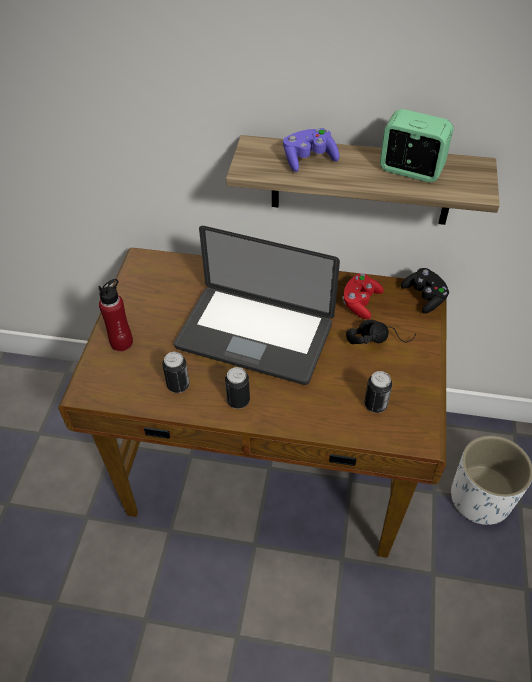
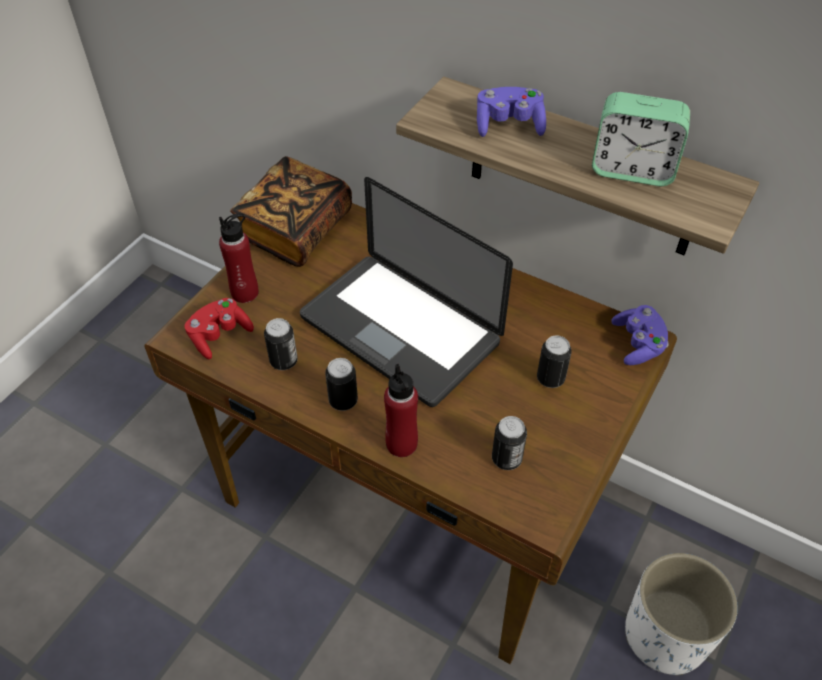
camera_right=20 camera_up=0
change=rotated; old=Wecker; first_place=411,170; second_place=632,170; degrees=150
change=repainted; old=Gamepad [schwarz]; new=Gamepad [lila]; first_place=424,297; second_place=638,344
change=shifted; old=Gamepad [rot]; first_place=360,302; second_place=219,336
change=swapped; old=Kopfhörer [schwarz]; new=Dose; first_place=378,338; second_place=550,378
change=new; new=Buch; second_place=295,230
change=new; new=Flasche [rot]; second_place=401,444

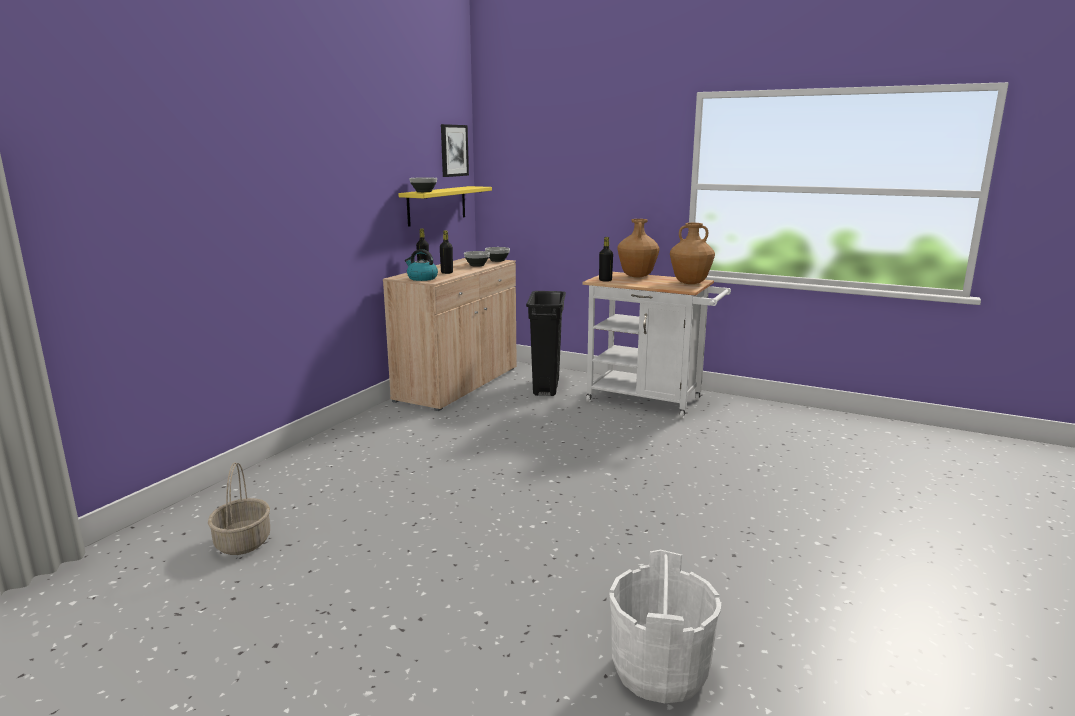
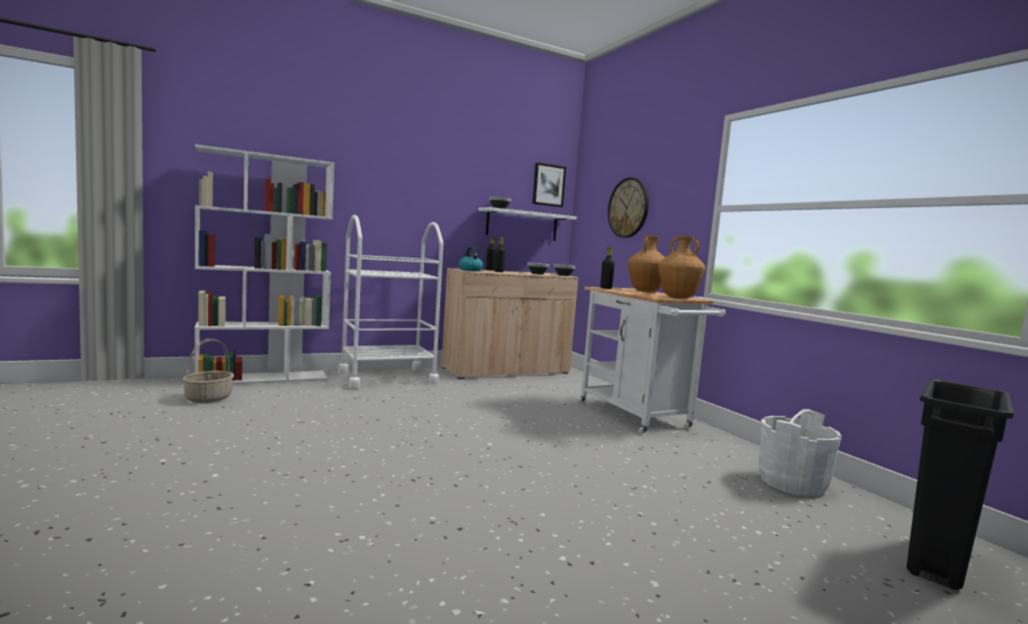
camera_right=35 camera_up=-10
change=repainted; old=Wandregal [gelb]; new=Wandregal [weiß]; first_place=437,205; second_place=522,225
change=shifted; old=Mülleimer [schwarz]; first_place=546,387; second_place=935,562
change=shifted; old=Eimer [weiß]; first_place=659,670; second_place=791,483
change=new; new=Bücherregal [weiß]; second_place=264,378
change=new; new=Wanduhr; second_place=628,208
change=new; new=Rollwagen [weiß]; second_place=387,378

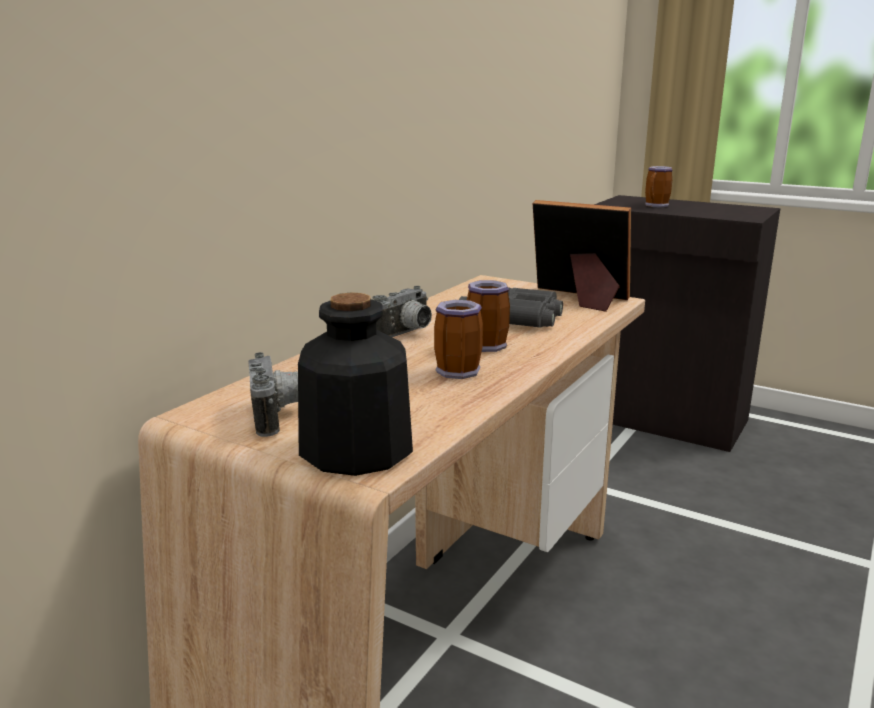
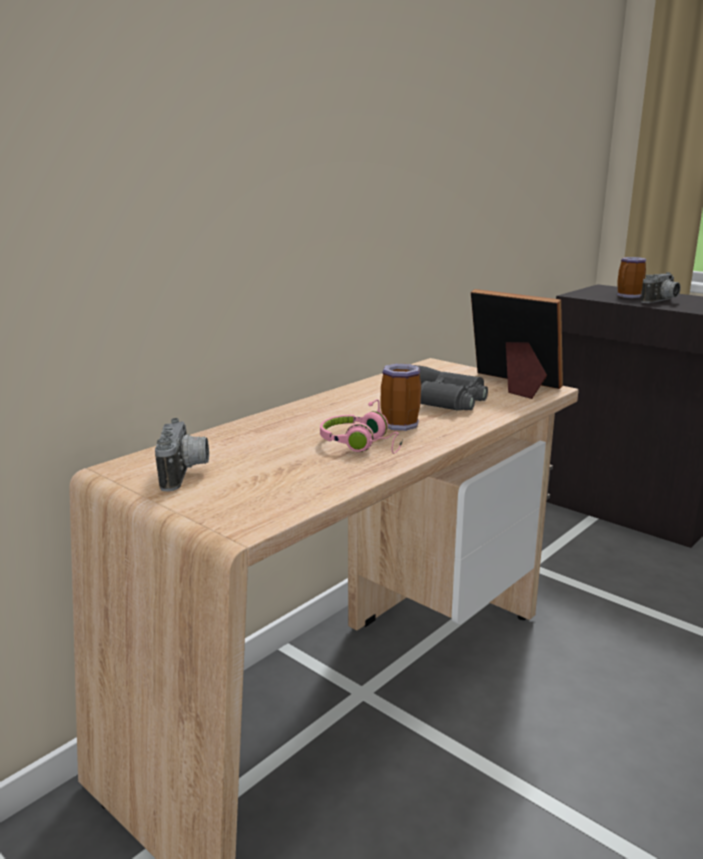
camera_right=10 camera_up=0
change=shifted; old=Kamera; first_place=406,334; second_place=661,301
change=gone; old=Flasche; first_place=356,450
change=swapped; old=Henkelbecher; new=Kopfhörer [rosa]; first_place=459,370; second_place=363,445

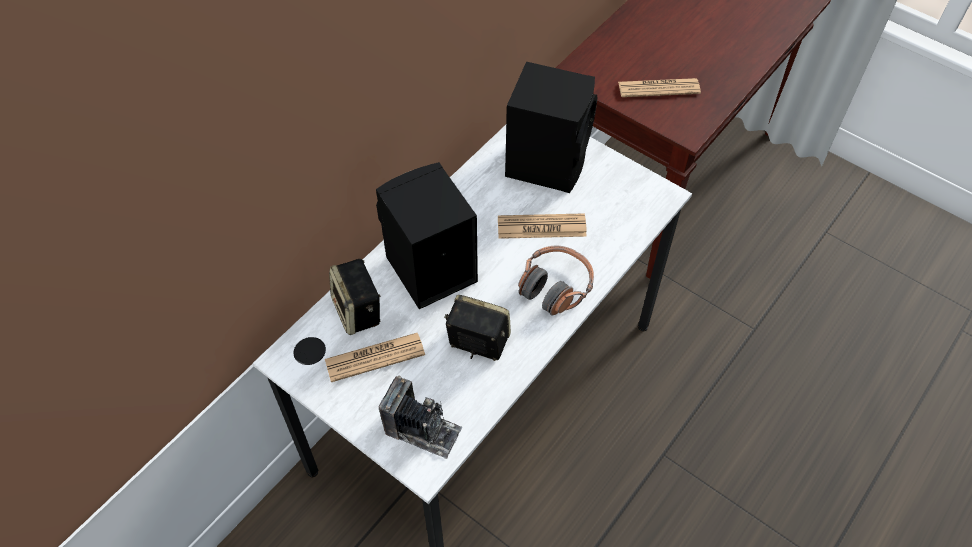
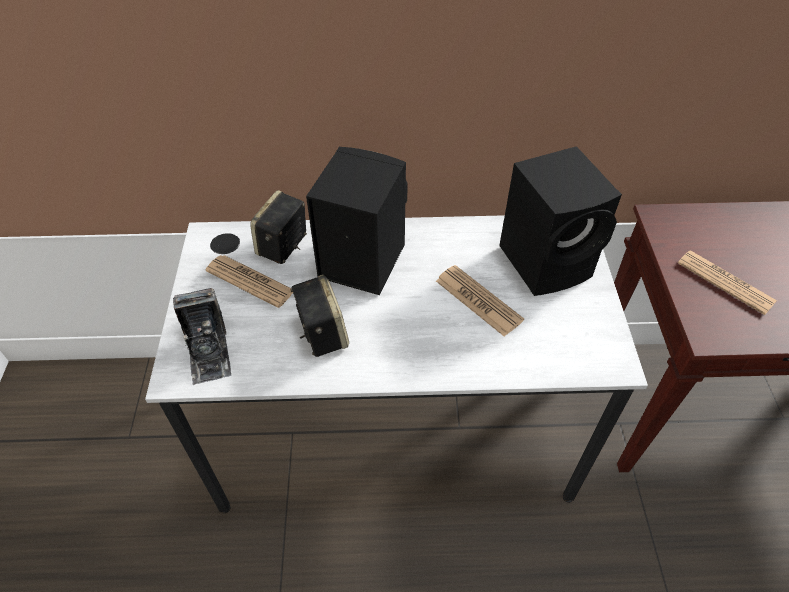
camera_right=50 camera_up=-5
change=gone; old=Kopfhörer; first_place=555,287

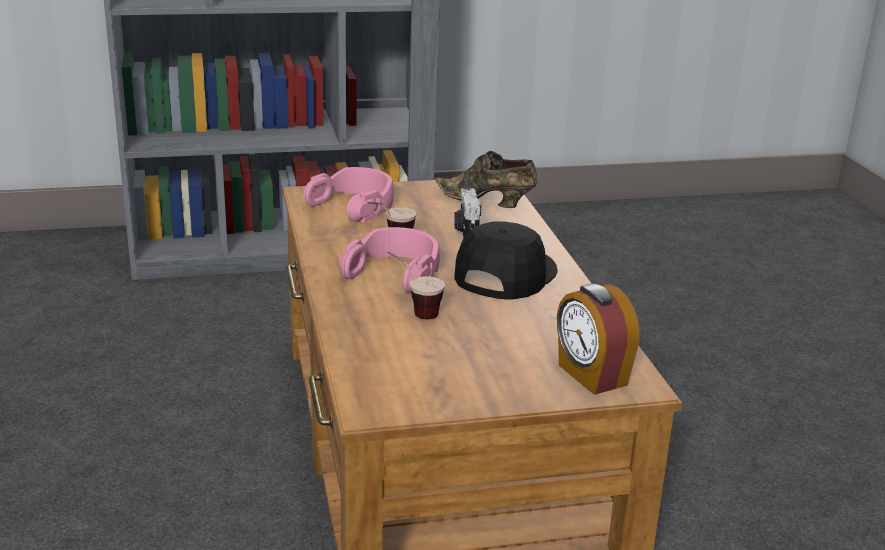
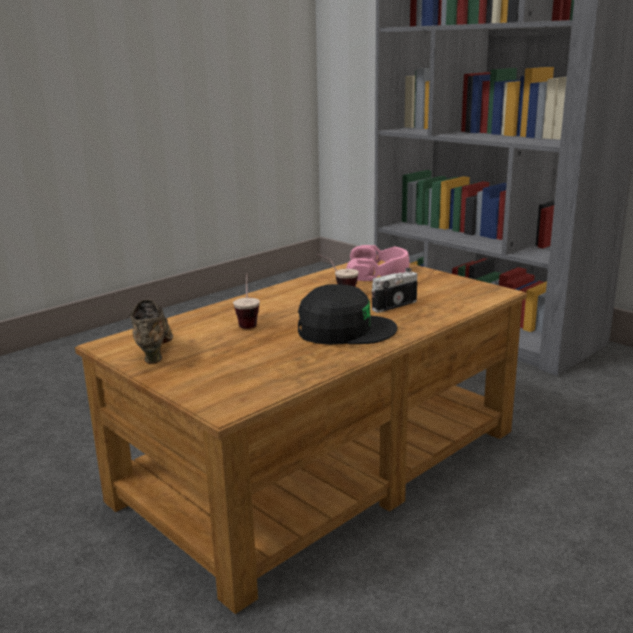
camera_right=60 camera_up=-5
change=shifted; old=Schuh [braun]; first_place=487,202; second_place=153,351
change=gone; old=Kopfhörer [rosa]; first_place=395,272
change=gone; old=Wecker; first_place=591,375

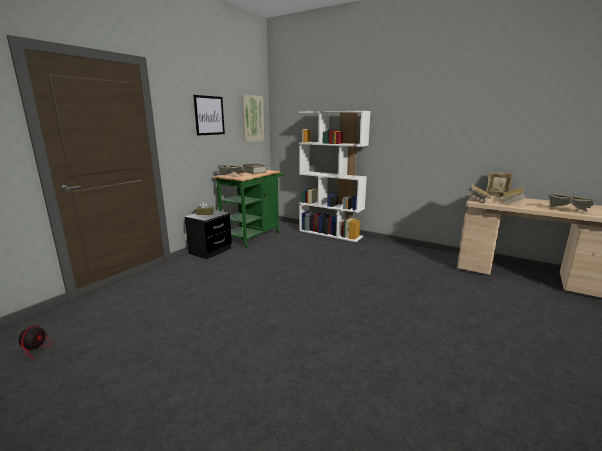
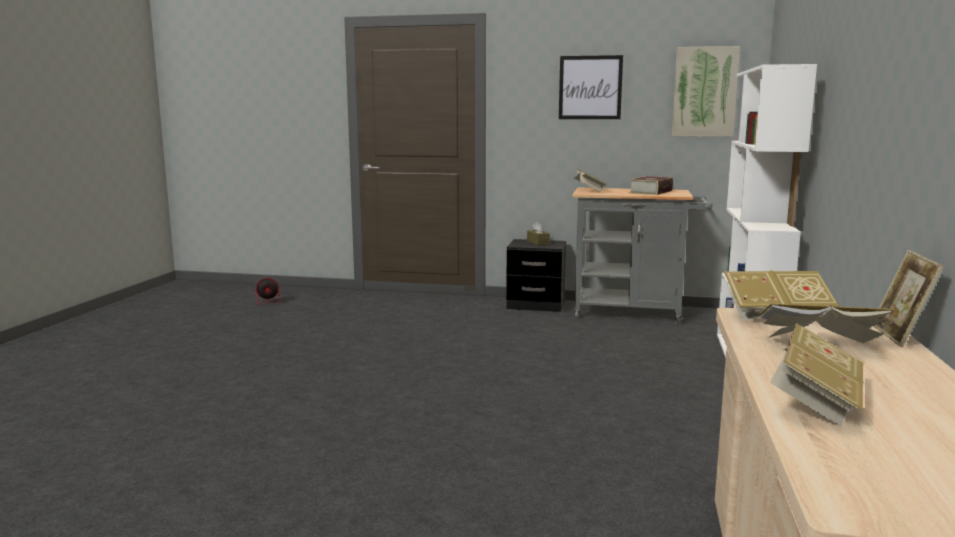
camera_right=70 camera_up=-5
change=repainted; old=Rollwagen [grün]; new=Rollwagen [grau]; first_place=253,236; second_place=634,313

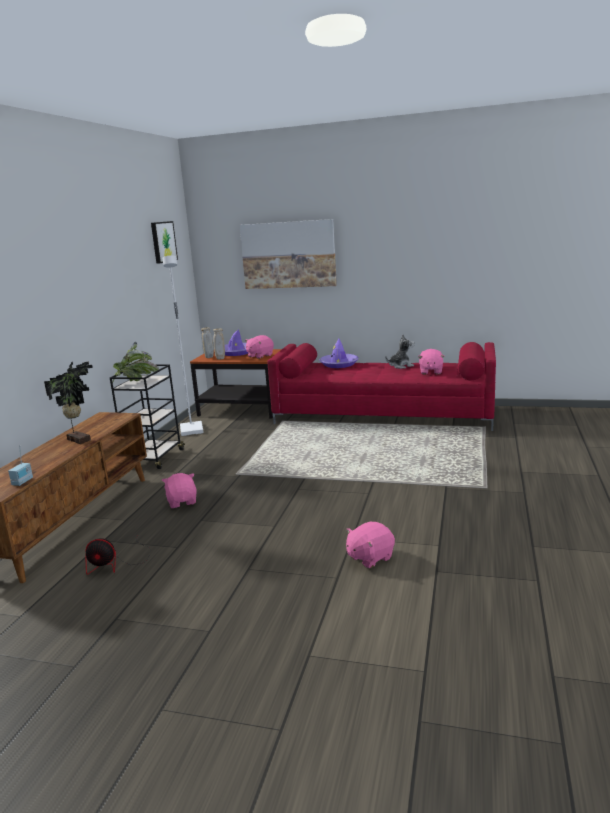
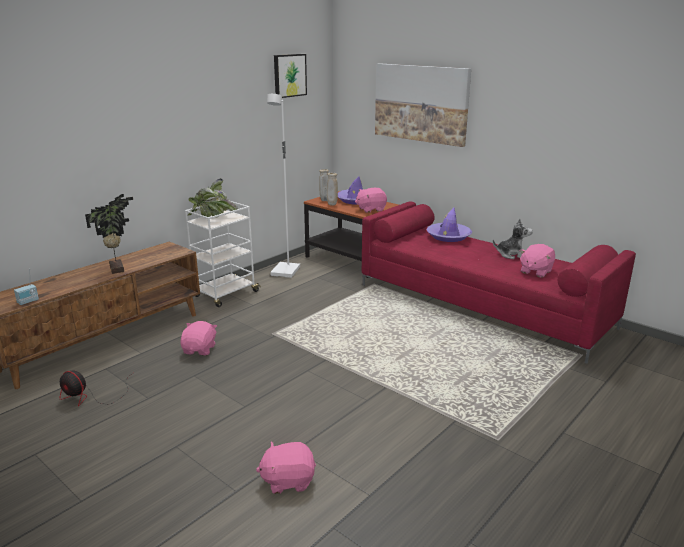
camera_right=25 camera_up=5
change=repainted; old=Rollwagen [schwarz]; new=Rollwagen [weiß]; first_place=154,459; second_place=225,294

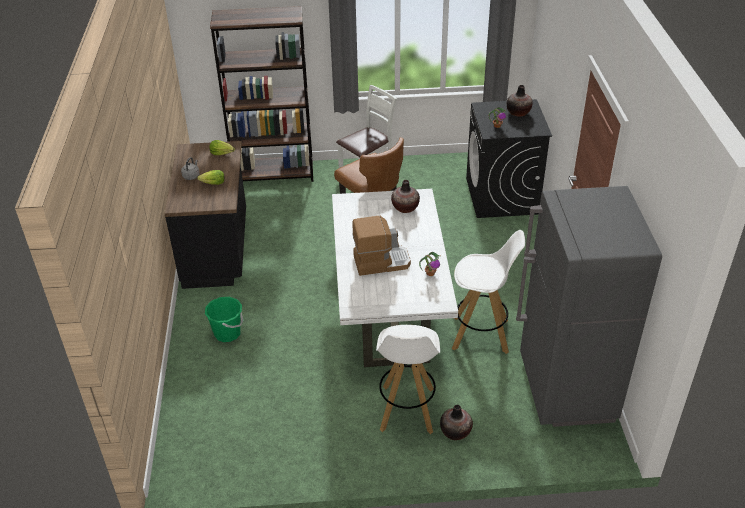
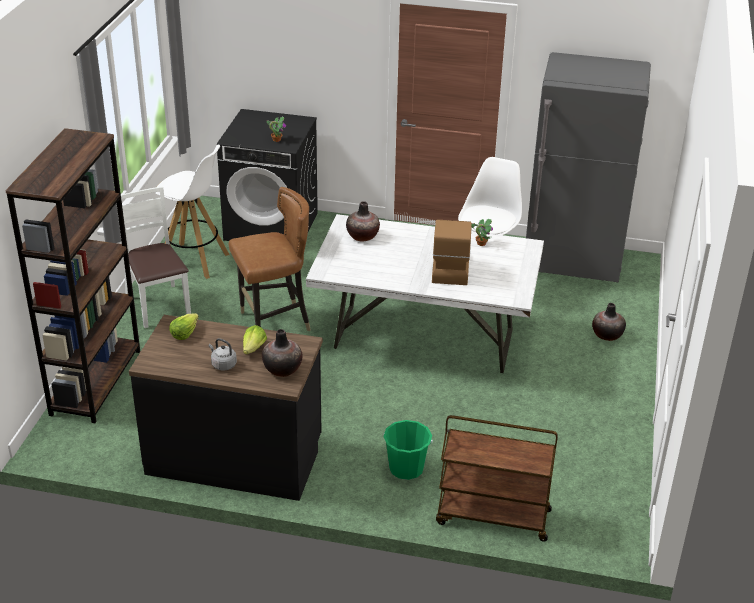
camera_right=-75 camera_up=-5
change=shifted; old=Vase; first_place=518,112; second_place=282,369
change=shifted; old=Hocker [weiß]; first_place=407,410; second_place=195,261
change=new; new=Rollwagen [braun]; second_place=492,517

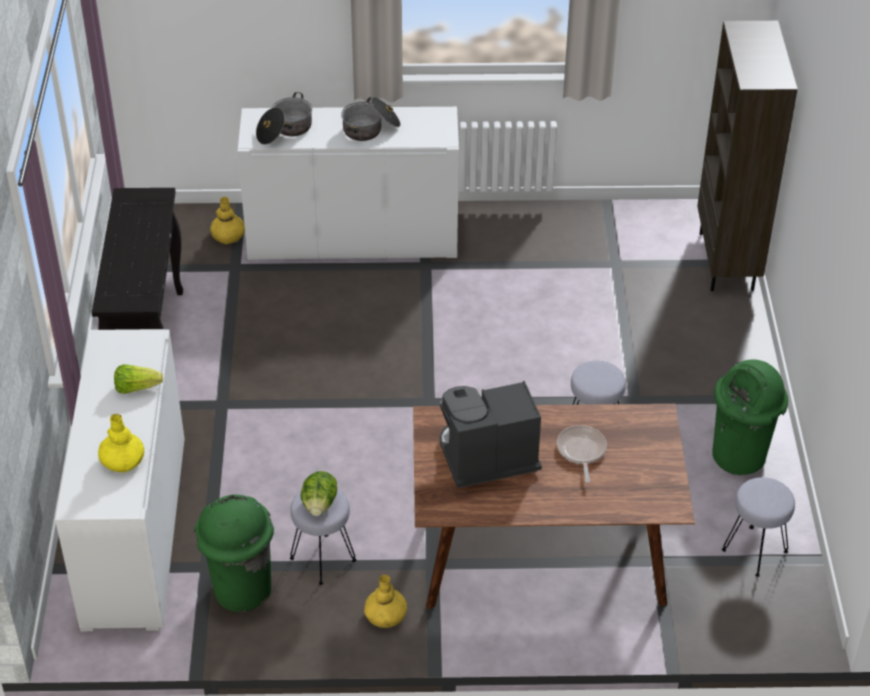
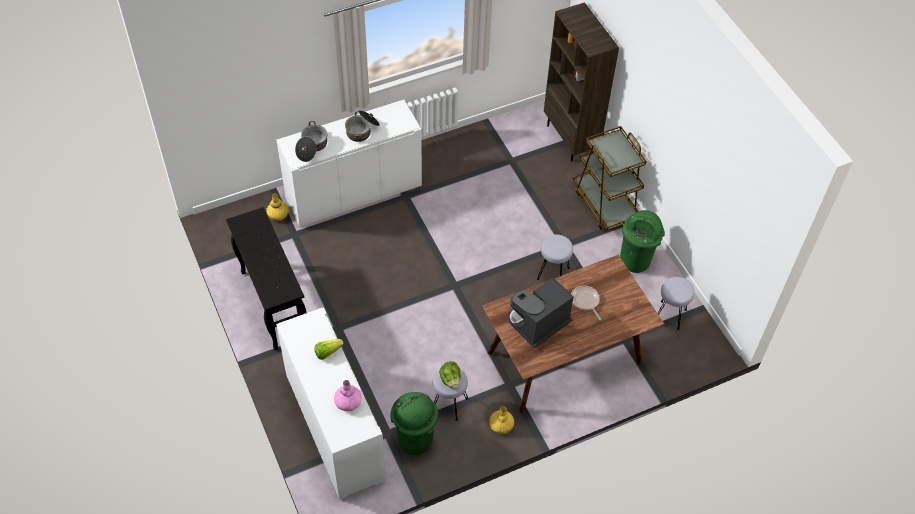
camera_right=-25 camera_up=10
change=repainted; old=Vase [gelb]; new=Vase [rosa]; first_place=123,460; second_place=348,401
change=new; new=Rollwagen [braun]; second_place=605,204

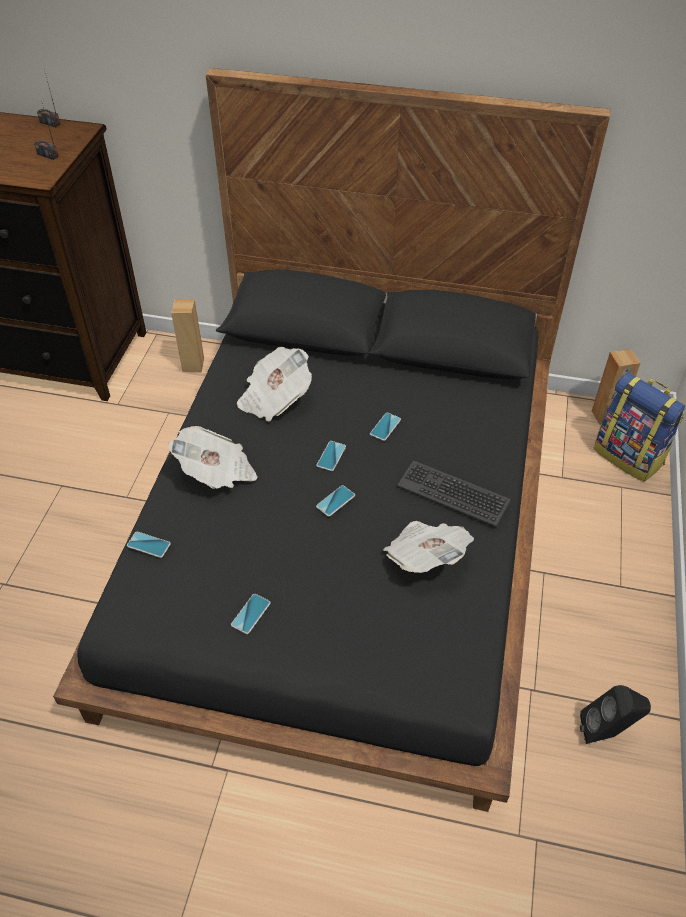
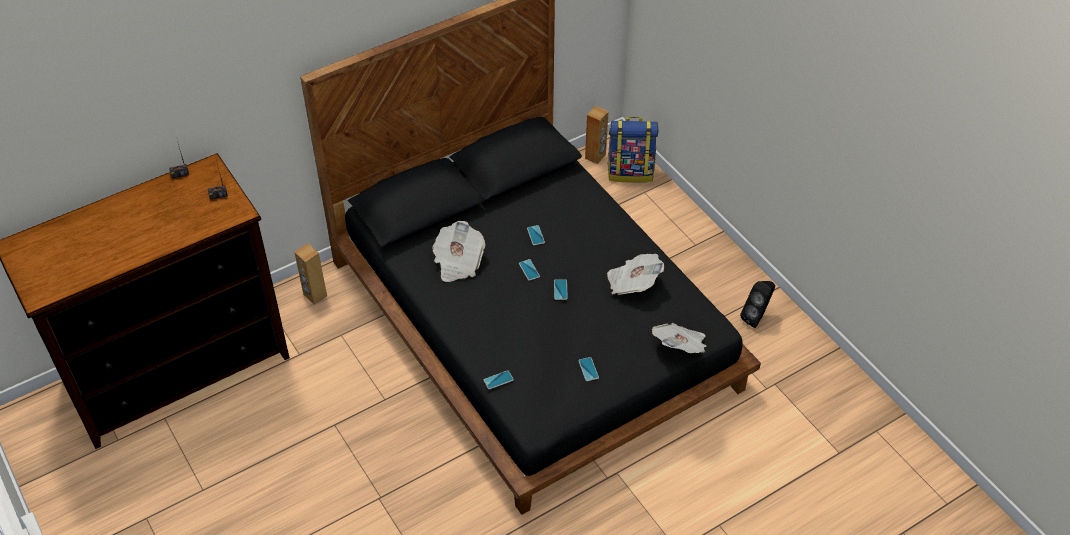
camera_right=-45 camera_up=0
change=shifted; old=Zeitung; first_place=217,473; second_place=680,347
change=gone; old=Tastatur; first_place=453,493

